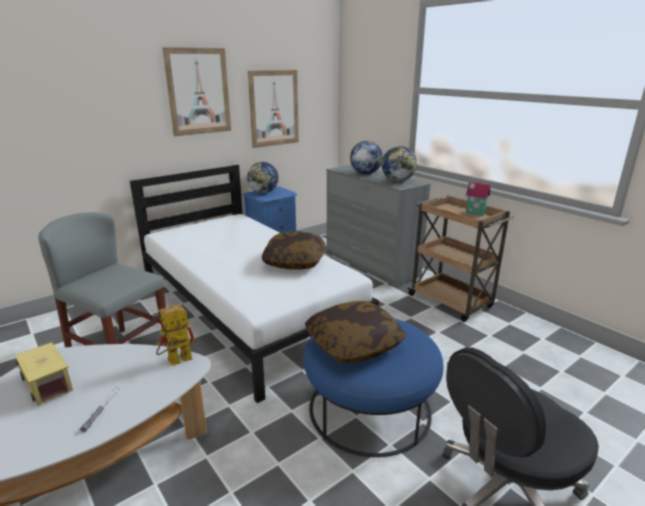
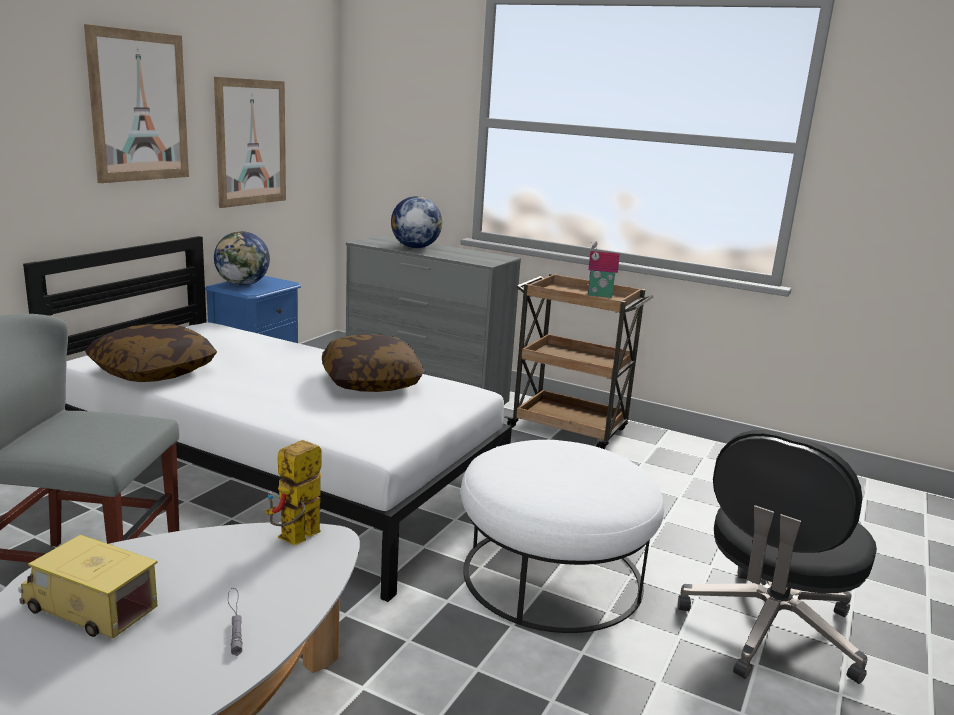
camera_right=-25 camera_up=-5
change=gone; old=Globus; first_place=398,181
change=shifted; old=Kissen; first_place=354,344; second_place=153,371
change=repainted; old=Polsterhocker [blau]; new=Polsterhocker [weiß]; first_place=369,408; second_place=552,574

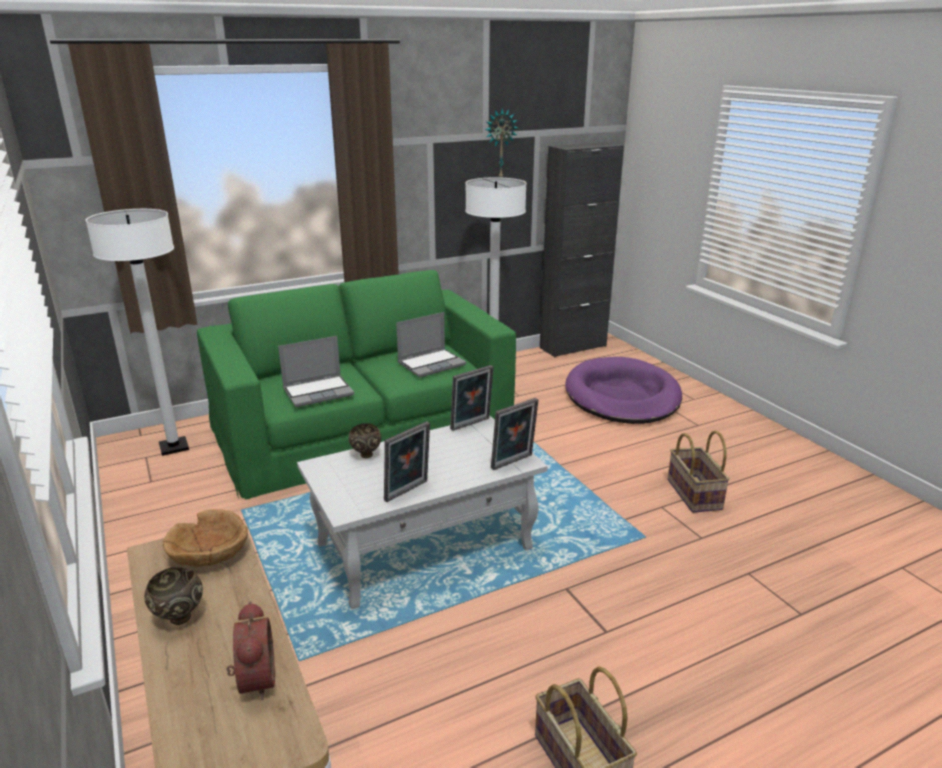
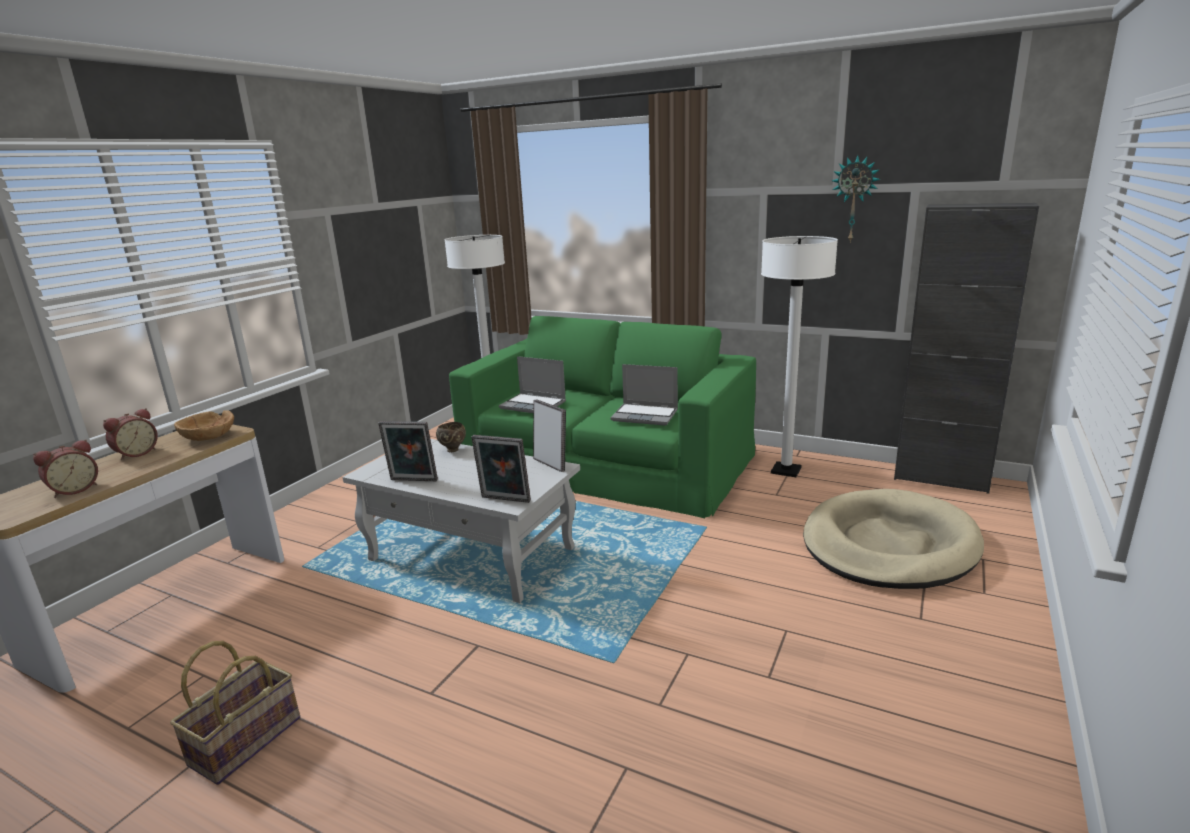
camera_right=55 camera_up=-5
change=repainted; old=Hundebett [lila]; new=Hundebett [beige]; first_place=622,396; second_place=888,545
change=rotated; old=Bilderrahmen; first_place=471,425; second_place=551,464; degrees=-150
change=gone; old=Korb; first_place=693,494
change=swapped; old=Schüssel [braun]; new=Wecker; first_place=178,618; second_place=136,453

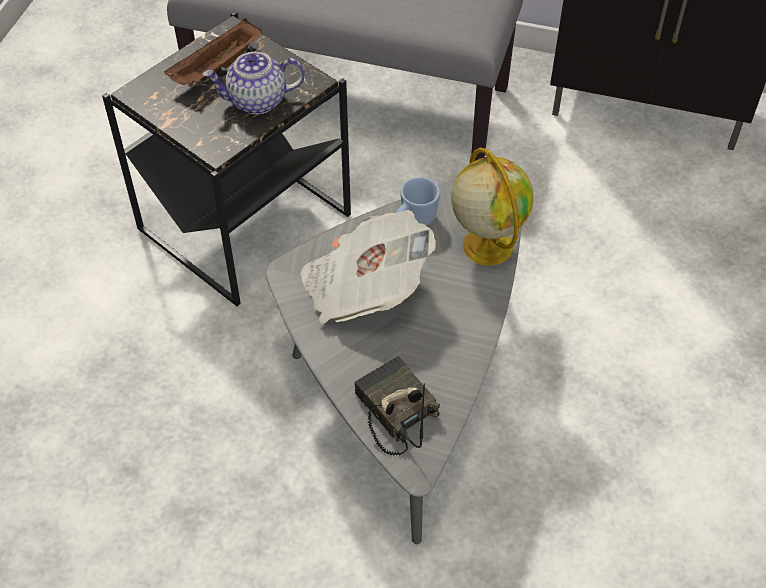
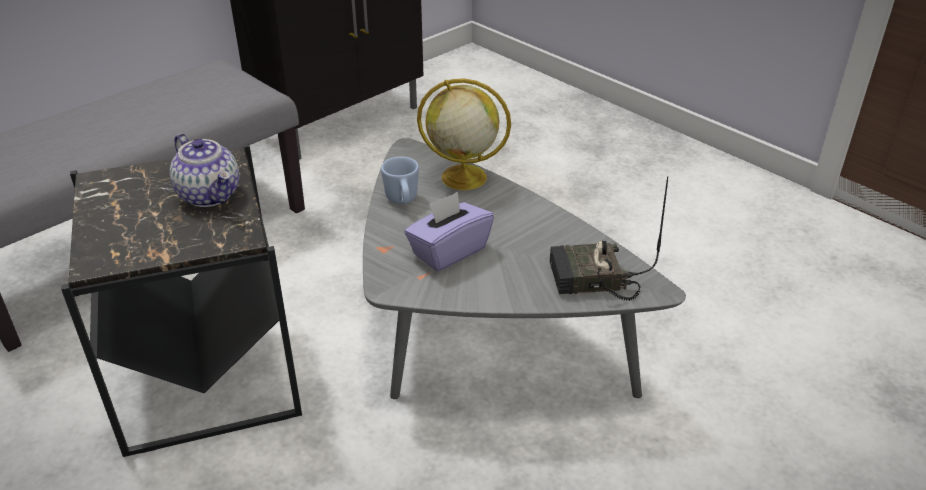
camera_right=-60 camera_up=-15
change=gone; old=Tablett [braun]; first_place=217,69
change=rotated; old=Teekanne; first_place=257,101; second_place=210,195; degrees=-60
change=swapped; old=Zeitung; new=Taschentuchbox [lila]; first_place=364,288; second_place=448,251

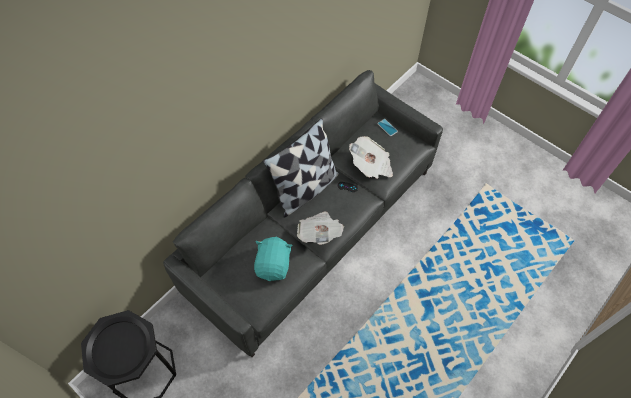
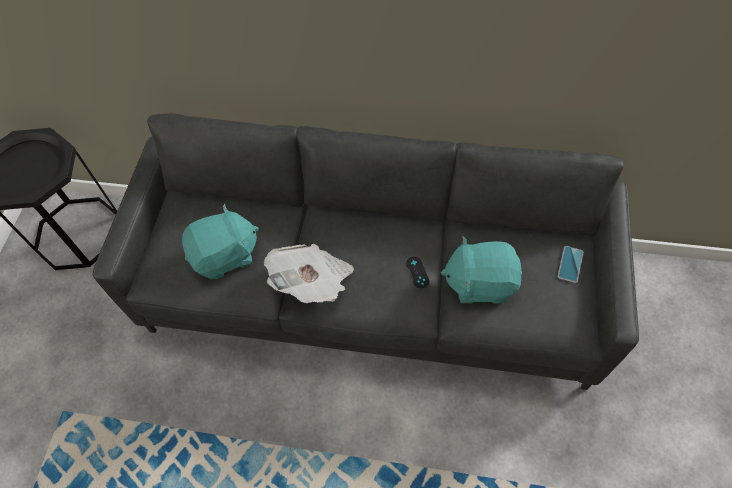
camera_right=60 camera_up=0
change=gone; old=Kissen; first_place=305,189
change=swapped; old=Zeitung; new=Plüschtier [türkis]; first_place=371,166; second_place=480,282

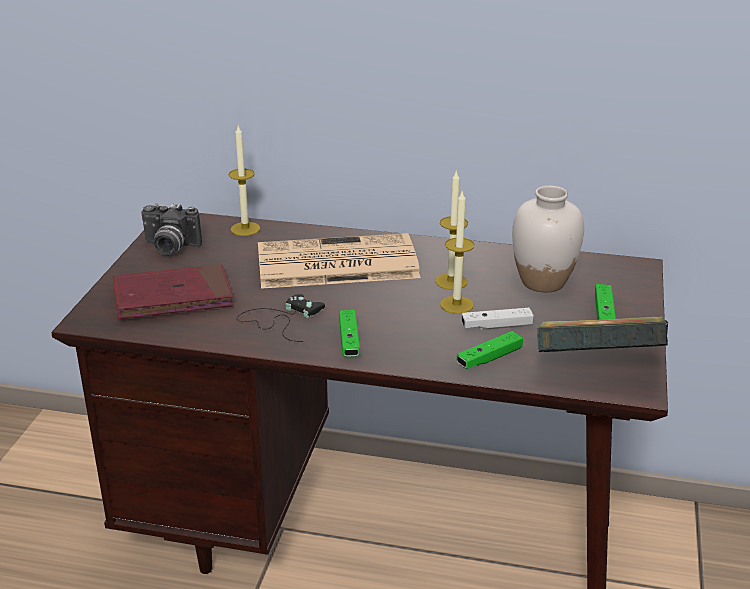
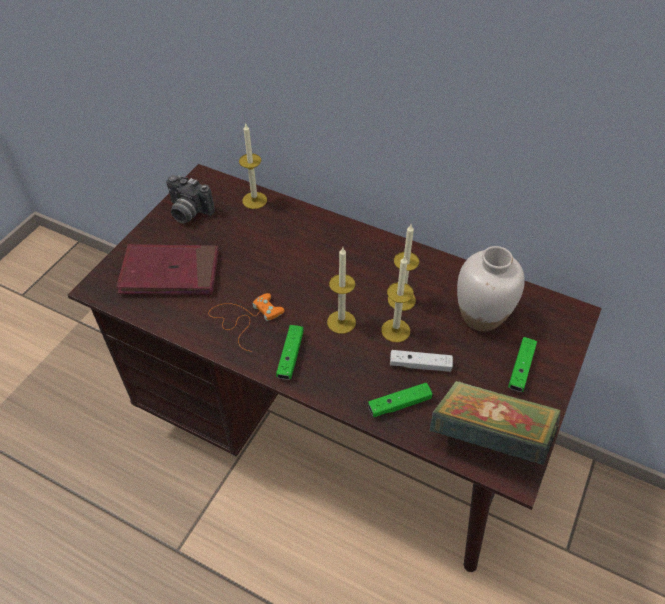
camera_right=15 camera_up=20
change=gone; old=Zeitung; first_place=335,264
change=repainted; old=Gamepad [schwarz]; new=Gamepad [orange]; first_place=281,320; second_place=245,318
change=new; new=Kerze; second_place=341,322

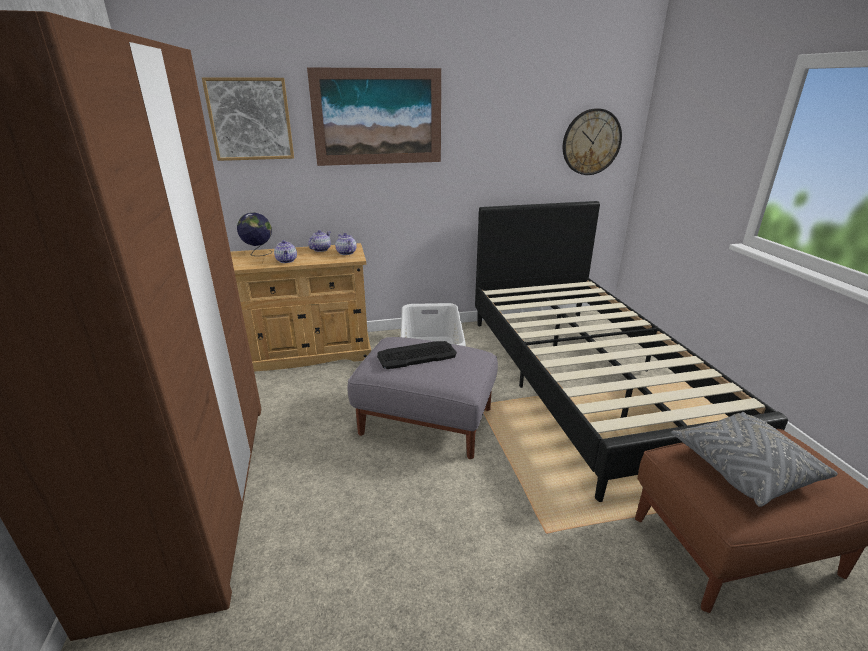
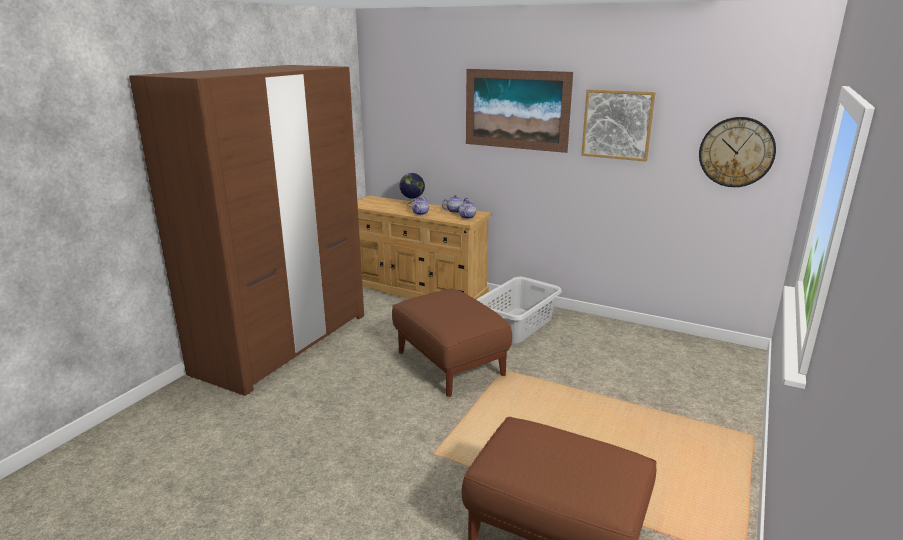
camera_right=40 camera_up=-5
change=shifted; old=Bild; first_place=250,119; second_place=617,124
change=gone; old=Bett [schwarz]; first_place=584,380
change=repainted; old=Polsterhocker [grau]; new=Polsterhocker [braun]; first_place=425,421; second_place=450,363
change=gone; old=Tastatur; first_place=416,355
change=gone; old=Kissen [grau]; first_place=743,468

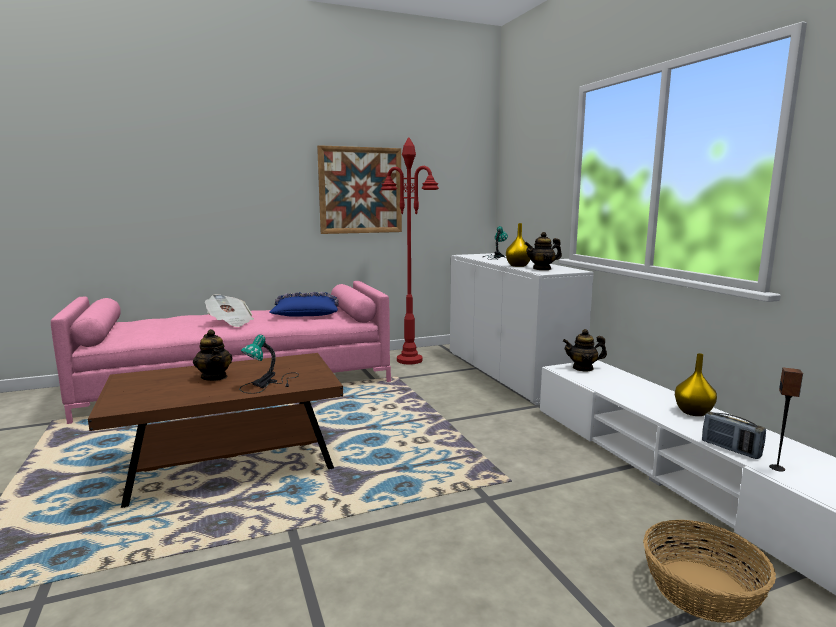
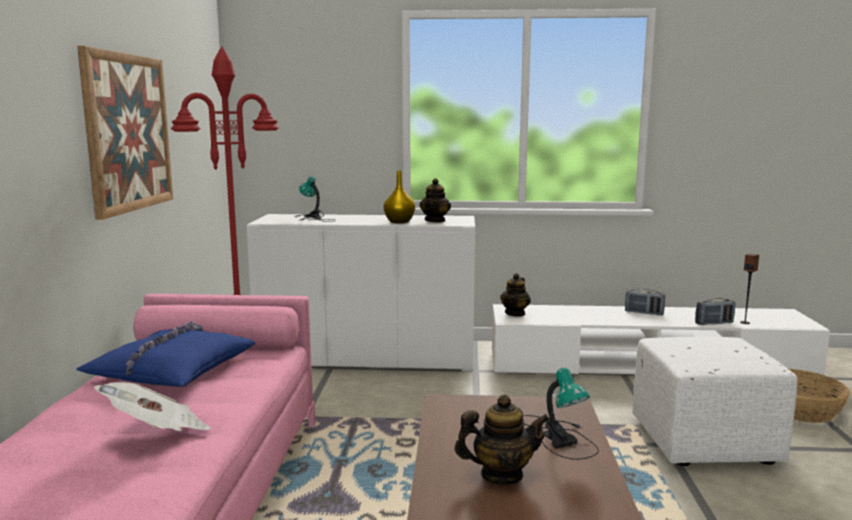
camera_right=-65 camera_up=0
change=swapped; old=Vase [gelb]; new=Radio; first_place=694,412; second_place=644,313
change=new; new=Polsterhocker [weiß]; second_place=702,443

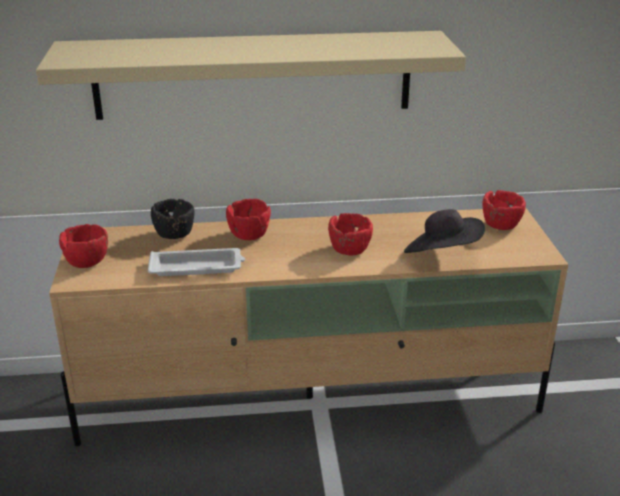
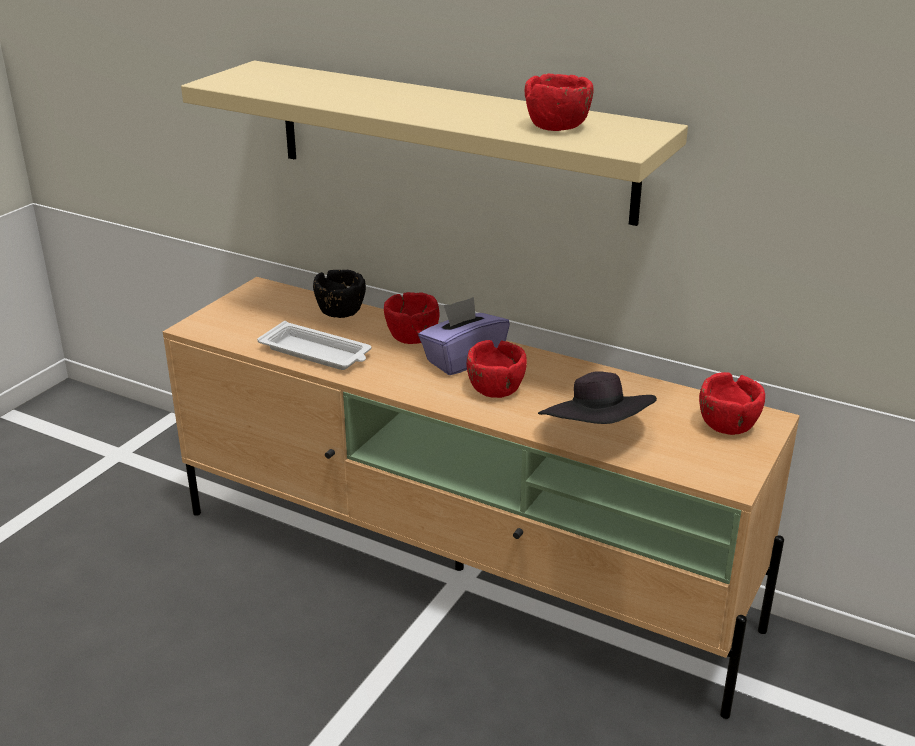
camera_right=35 camera_up=0
change=shifted; old=Schüssel [rot]; first_place=87,261; second_place=557,127
change=new; new=Taschentuchbox [lila]; second_place=463,360

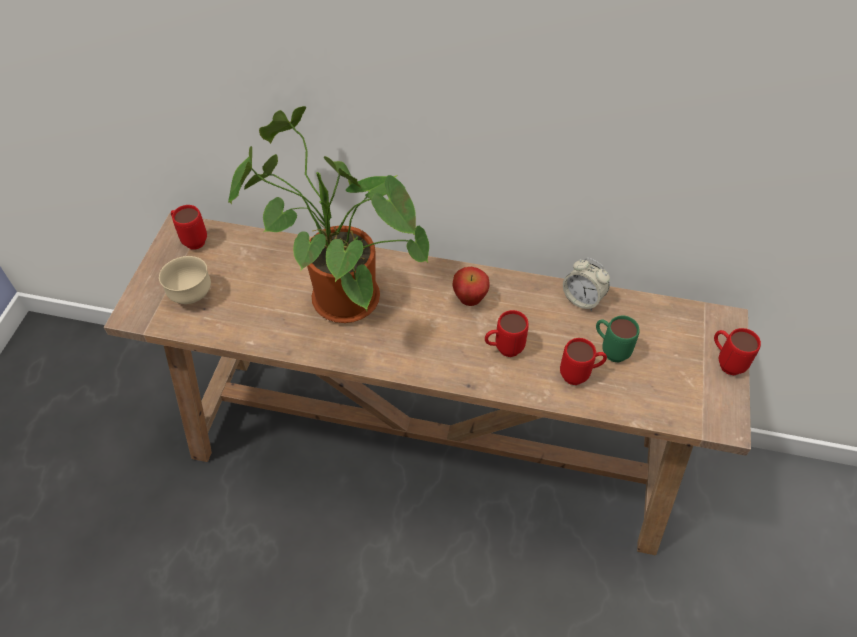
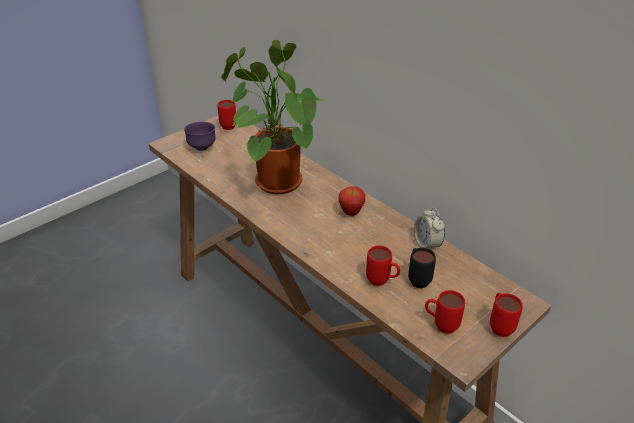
camera_right=35 camera_up=-15
change=repainted; old=Schüssel [beige]; new=Schüssel [lila]; first_place=191,295; second_place=202,147
change=shifted; old=Henkelbecher [rot]; first_place=503,349; second_place=440,325
change=repainted; old=Henkelbecher [grün]; new=Henkelbecher [schwarz]; first_place=610,350; second_place=417,279

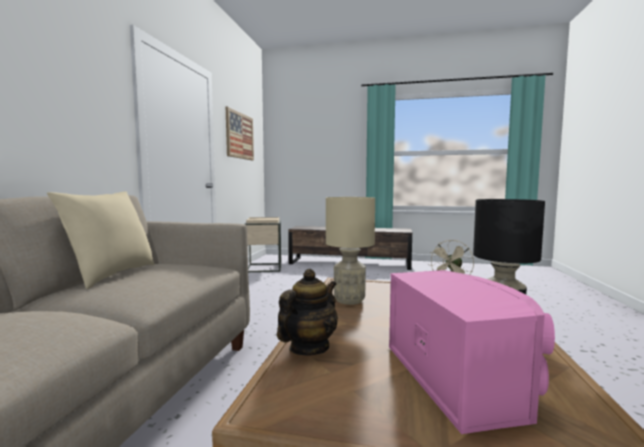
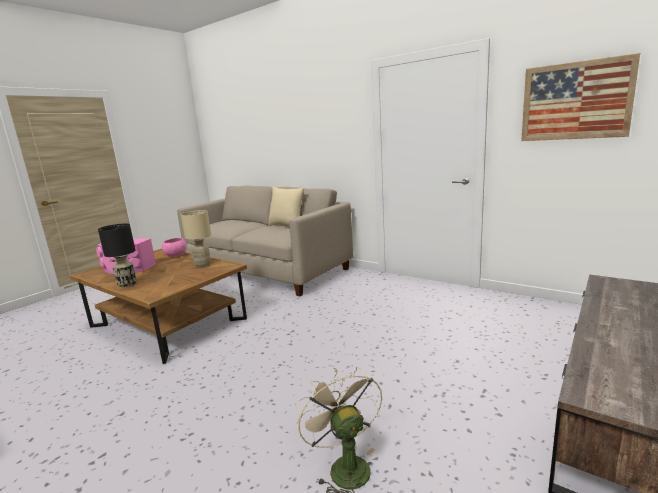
camera_right=115 camera_up=10
change=gone; old=Beistelltisch [beige]; first_place=264,268
change=swapped; old=Teekanne; new=Schüssel [rosa]; first_place=308,348; second_place=176,255

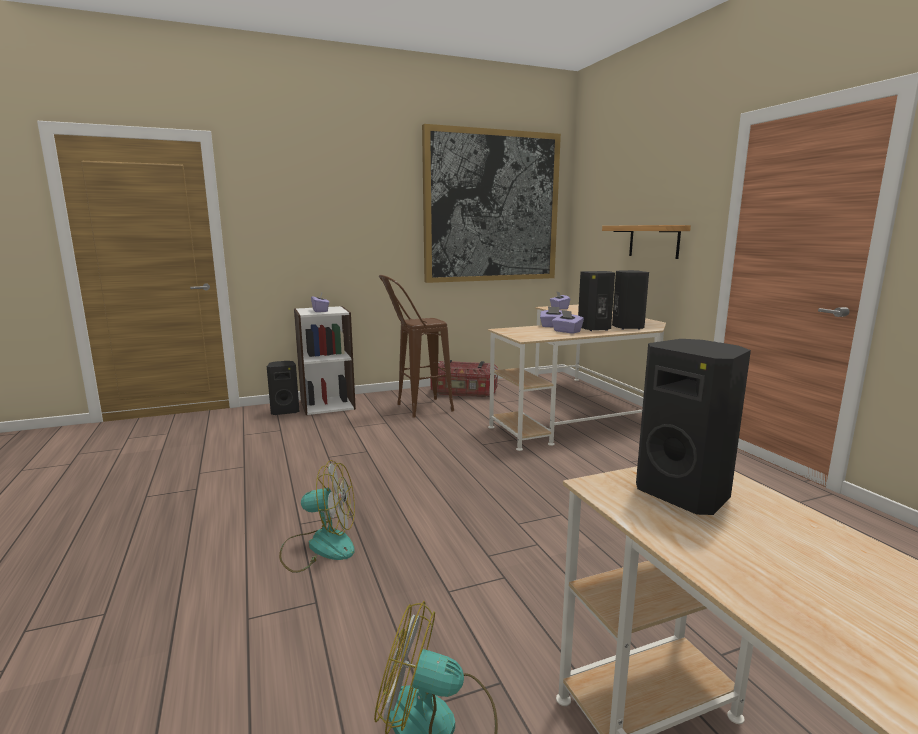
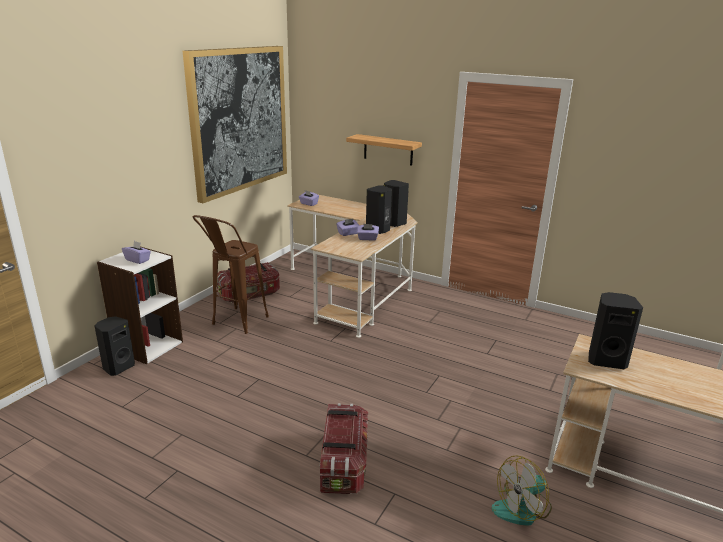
camera_right=-40 camera_up=10
change=swapped; old=Ventilator; new=Aufbewahrungsbox; first_place=319,546; second_place=344,463

